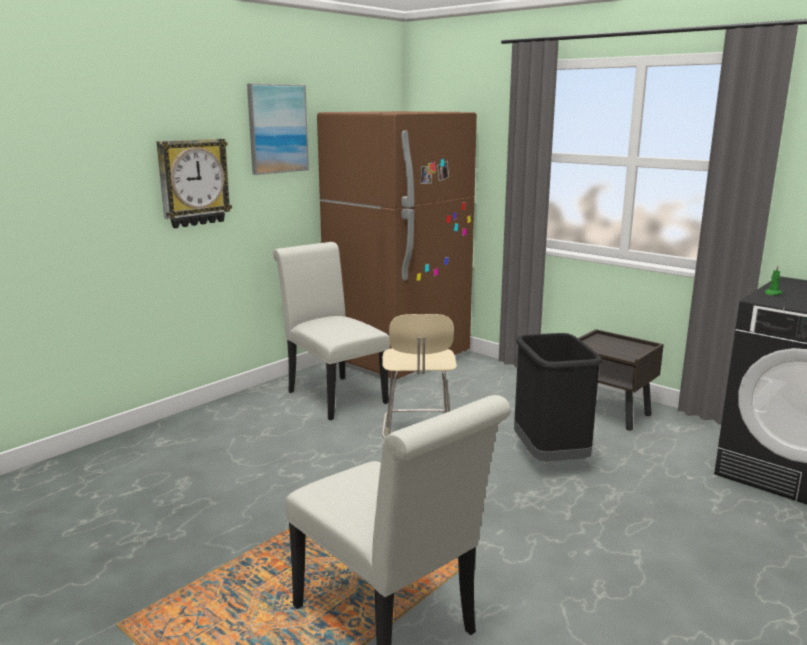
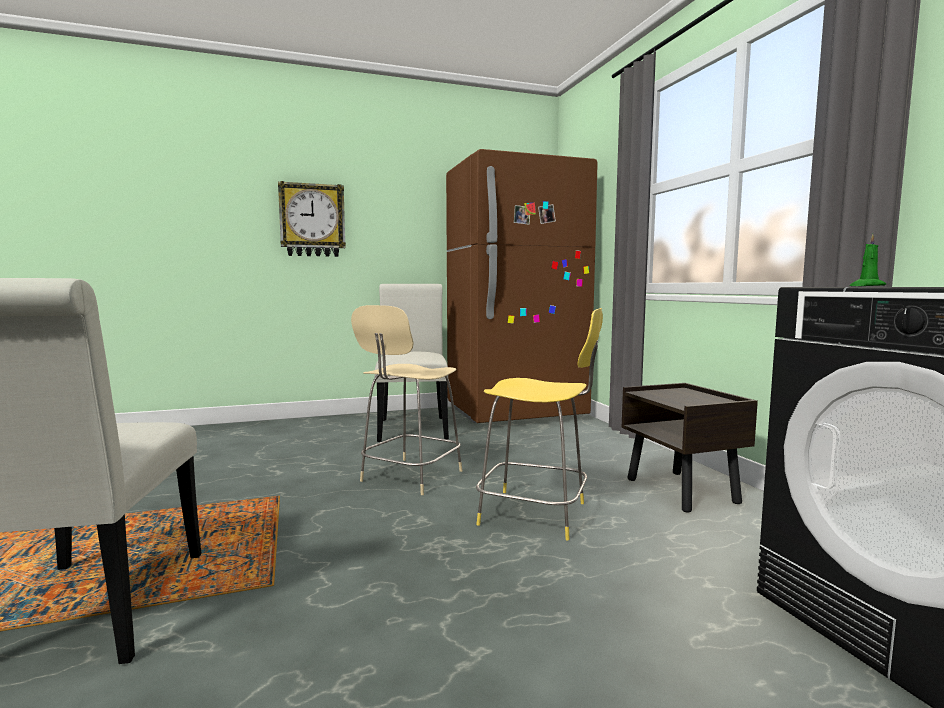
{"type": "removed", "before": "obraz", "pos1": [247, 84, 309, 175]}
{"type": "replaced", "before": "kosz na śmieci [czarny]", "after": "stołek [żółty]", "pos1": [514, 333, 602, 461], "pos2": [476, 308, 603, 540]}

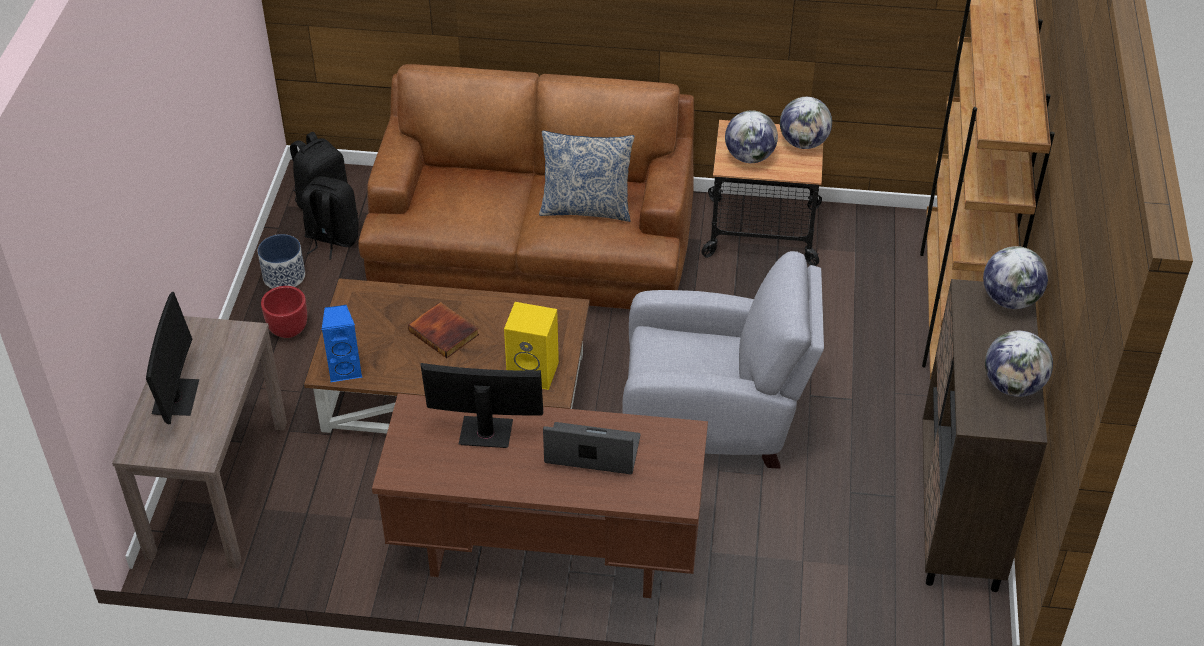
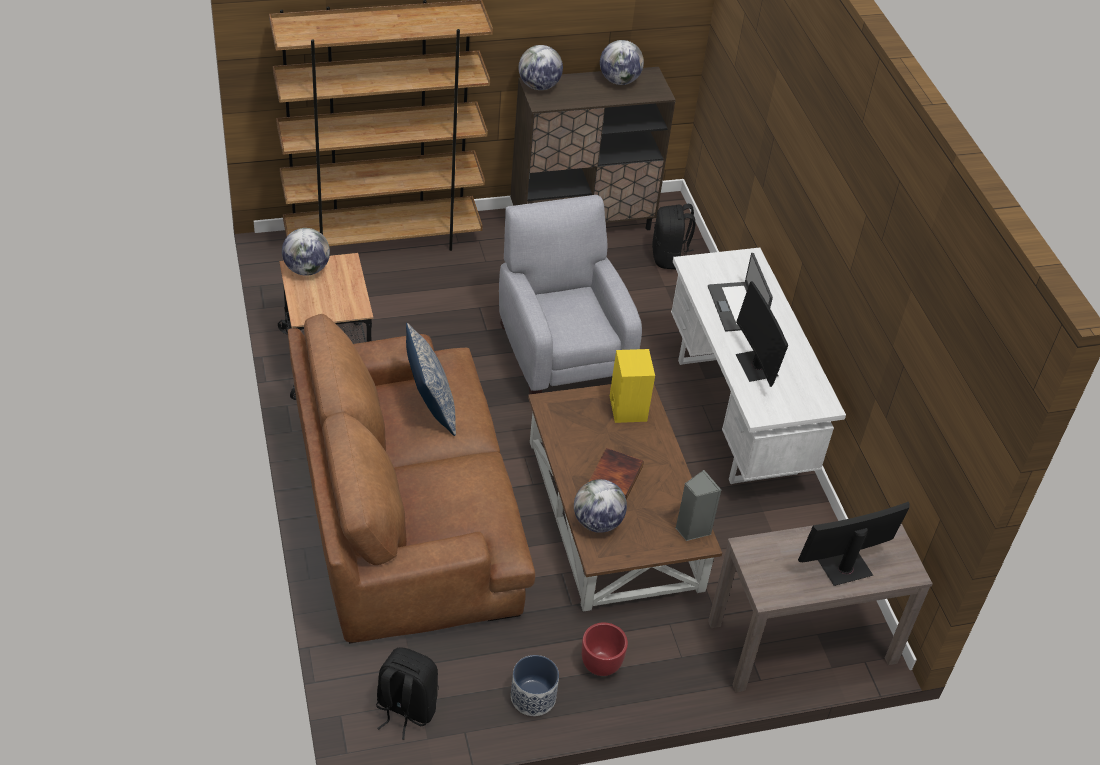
{"type": "moved", "before": "plecak [czarny]", "pos1": [302, 176, 359, 259], "pos2": [652, 204, 695, 269]}
{"type": "moved", "before": "globus", "pos1": [725, 110, 778, 163], "pos2": [574, 479, 627, 533]}
{"type": "recoloured", "before": "głośnik [niebieski]", "after": "głośnik [szary]", "pos1": [322, 305, 362, 382], "pos2": [676, 470, 721, 541]}
{"type": "recoloured", "before": "biurko [brązowy]", "after": "biurko [biały]", "pos1": [372, 393, 708, 598], "pos2": [671, 248, 846, 484]}

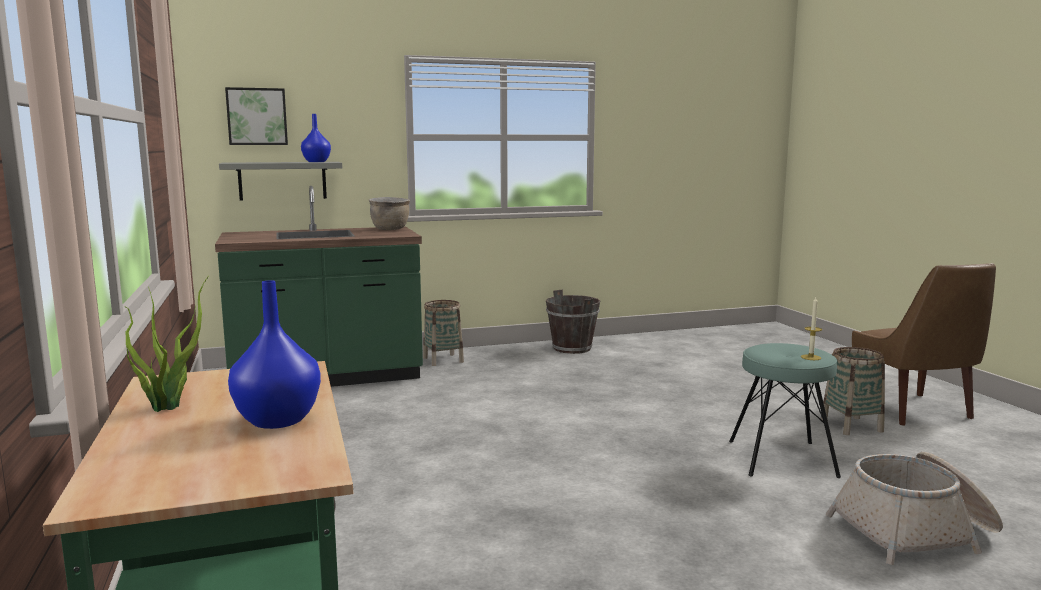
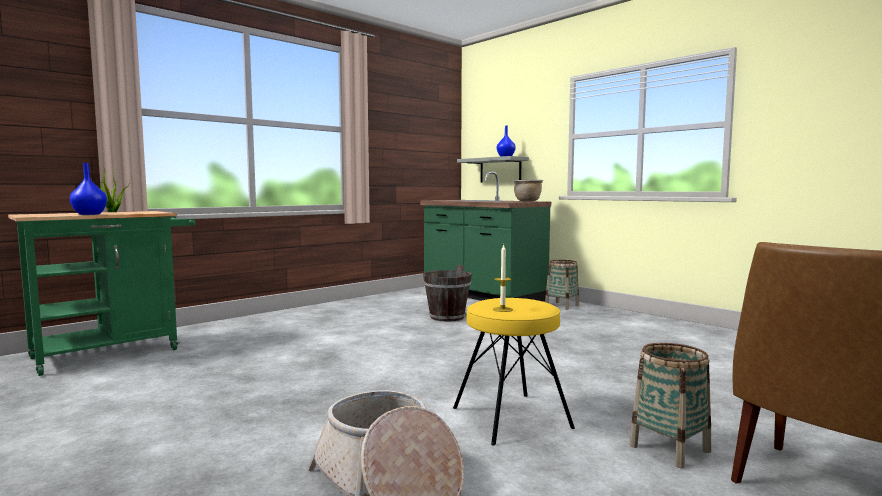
{"type": "removed", "before": "obraz", "pos1": [225, 87, 288, 145]}
{"type": "moved", "before": "wiadro [brązowy]", "pos1": [546, 290, 600, 354], "pos2": [423, 265, 472, 322]}
{"type": "recoloured", "before": "stołek [turkusowy]", "after": "stołek [żółty]", "pos1": [729, 343, 841, 478], "pos2": [453, 298, 575, 445]}

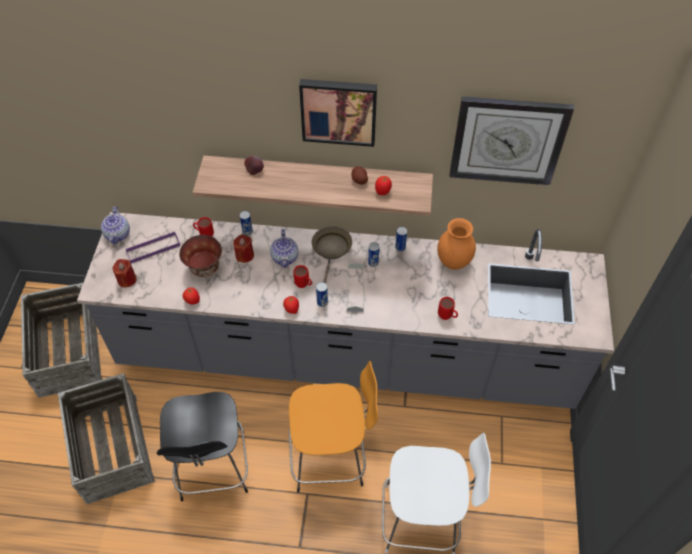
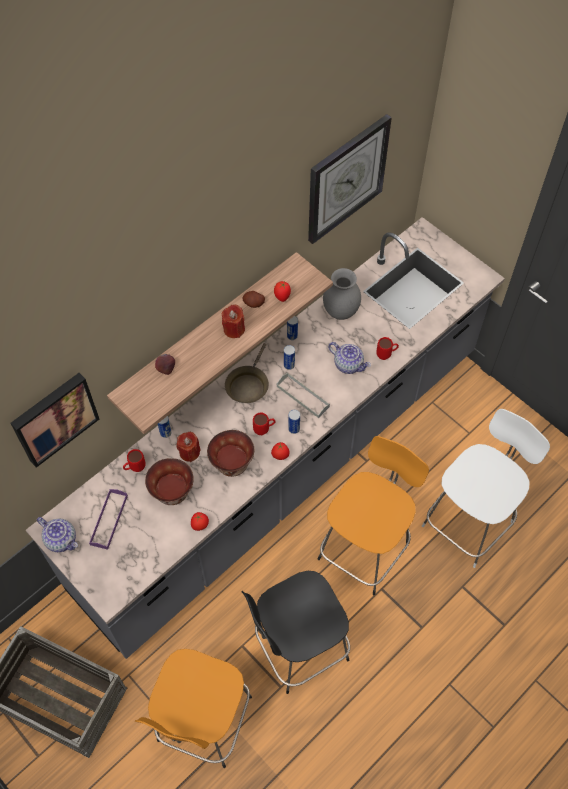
{"type": "added", "after": "miska", "pos2": [207, 430, 254, 477]}
{"type": "moved", "before": "świeca [czerwony]", "pos1": [112, 259, 137, 288], "pos2": [222, 304, 245, 338]}
{"type": "moved", "before": "imbryk", "pos1": [270, 229, 298, 268], "pos2": [328, 342, 371, 374]}
{"type": "moved", "before": "obraz", "pos1": [299, 79, 377, 147], "pos2": [10, 373, 99, 468]}
{"type": "replaced", "before": "skrzynka", "after": "stołek [pomarańczowy]", "pos1": [58, 373, 155, 504], "pos2": [135, 649, 252, 768]}
{"type": "recoloured", "before": "wazon [pomarańczowy]", "after": "wazon [szary]", "pos1": [437, 218, 476, 270], "pos2": [323, 268, 361, 320]}
{"type": "turned", "before": "krzesło [czarny]", "pos1": [157, 392, 248, 501], "pos2": [241, 571, 350, 694], "turn": 120}
{"type": "turned", "before": "patelnia [brązowy]", "pos1": [312, 226, 352, 283], "pos2": [225, 343, 269, 403], "turn": -120}

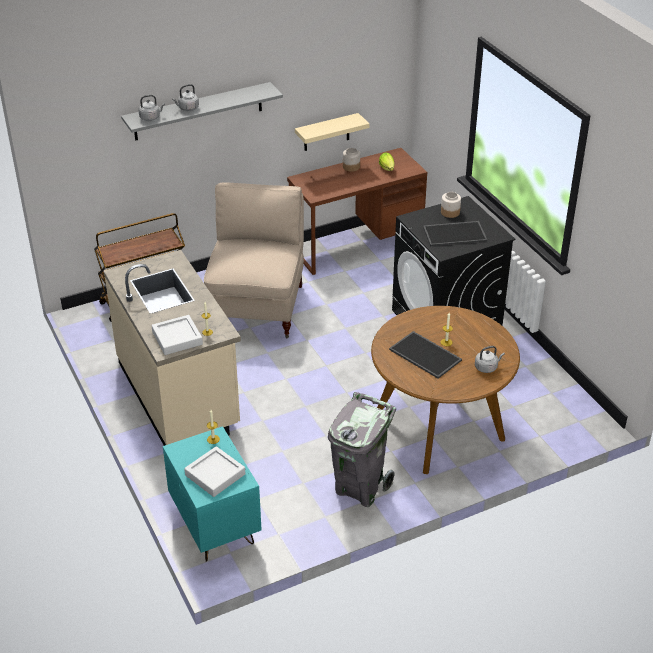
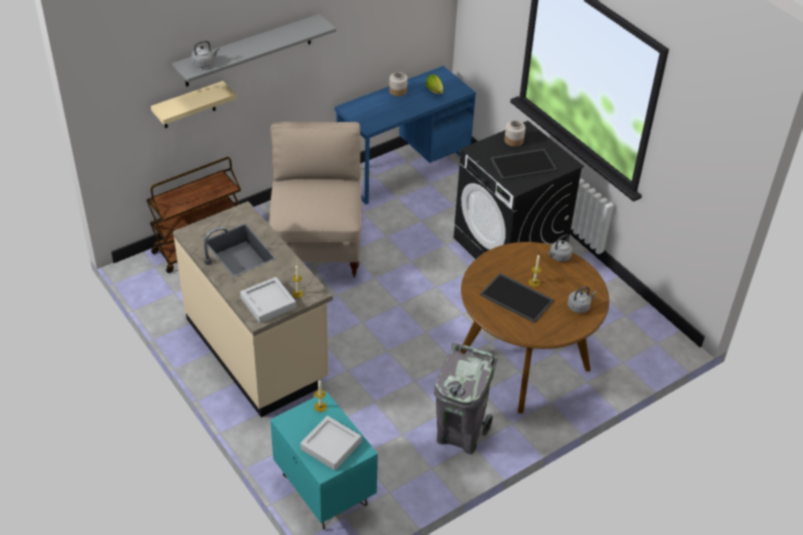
{"type": "moved", "before": "czajnik [szary]", "pos1": [172, 84, 199, 111], "pos2": [548, 234, 573, 262]}
{"type": "moved", "before": "półka [beżowy]", "pos1": [295, 113, 370, 151], "pos2": [151, 81, 237, 128]}
{"type": "recoloured", "before": "biurko [brązowy]", "after": "biurko [niebieski]", "pos1": [287, 148, 427, 275], "pos2": [335, 66, 476, 204]}

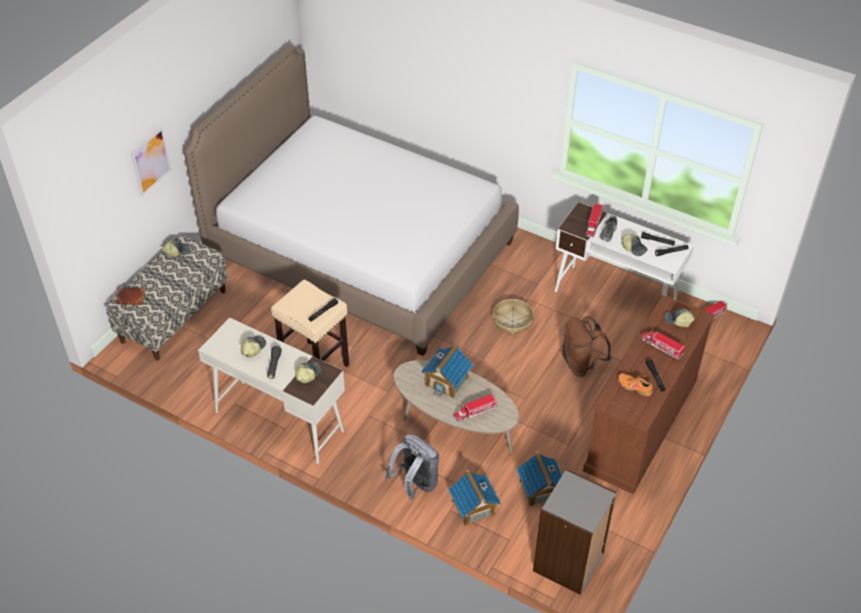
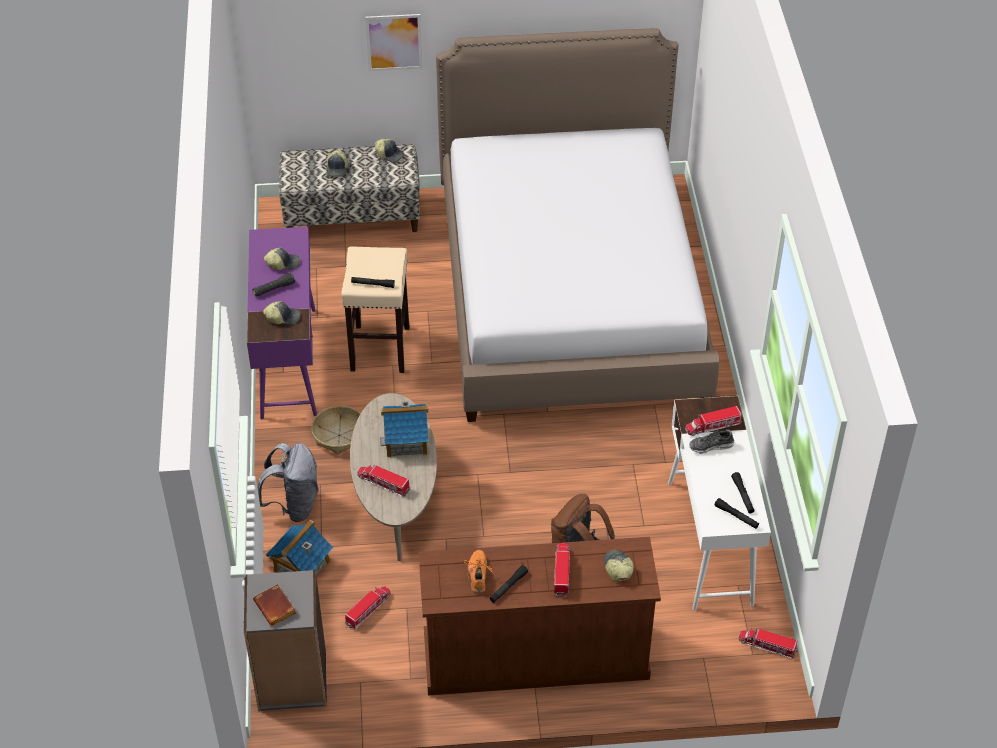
{"type": "moved", "before": "książka [brązowy]", "pos1": [116, 287, 145, 305], "pos2": [253, 584, 296, 626]}
{"type": "moved", "before": "koszyk", "pos1": [493, 299, 534, 335], "pos2": [311, 406, 360, 454]}
{"type": "moved", "before": "czapka z daszkiem", "pos1": [622, 234, 648, 256], "pos2": [327, 150, 348, 177]}
{"type": "replaced", "before": "domek", "after": "ciężarówka zabawkowa", "pos1": [516, 451, 562, 506], "pos2": [345, 586, 391, 630]}
{"type": "recoloured", "before": "biurko [biały]", "after": "biurko [fioletowy]", "pos1": [198, 318, 345, 464], "pos2": [247, 227, 317, 419]}

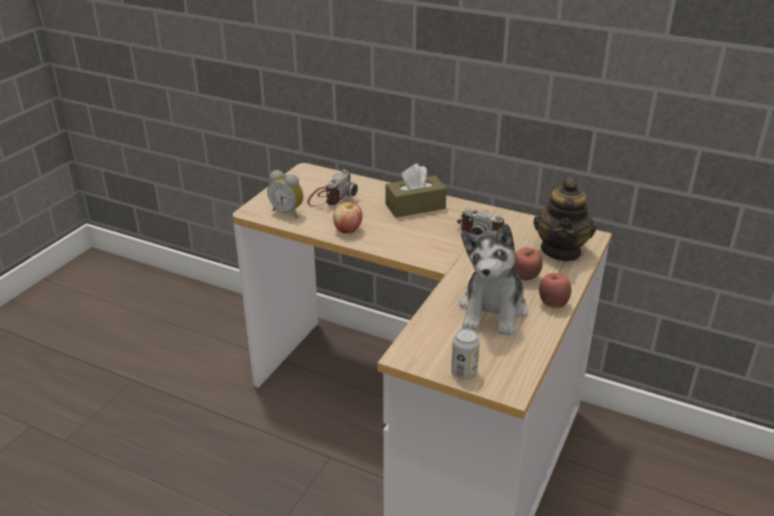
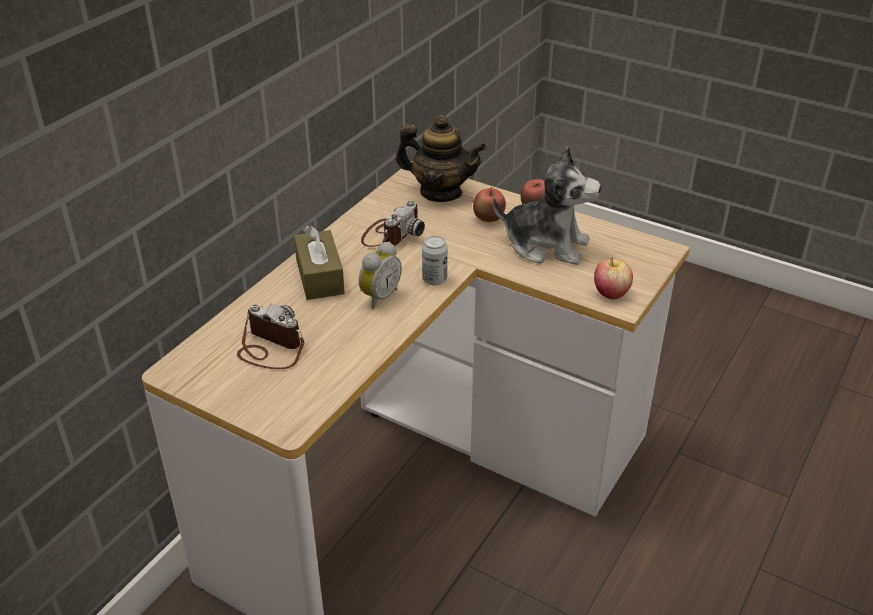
{"type": "moved", "before": "budzik", "pos1": [267, 170, 303, 218], "pos2": [358, 241, 402, 309]}
{"type": "moved", "before": "jabłko", "pos1": [333, 202, 363, 234], "pos2": [594, 257, 633, 299]}
{"type": "moved", "before": "puszka", "pos1": [451, 329, 480, 379], "pos2": [422, 236, 448, 285]}

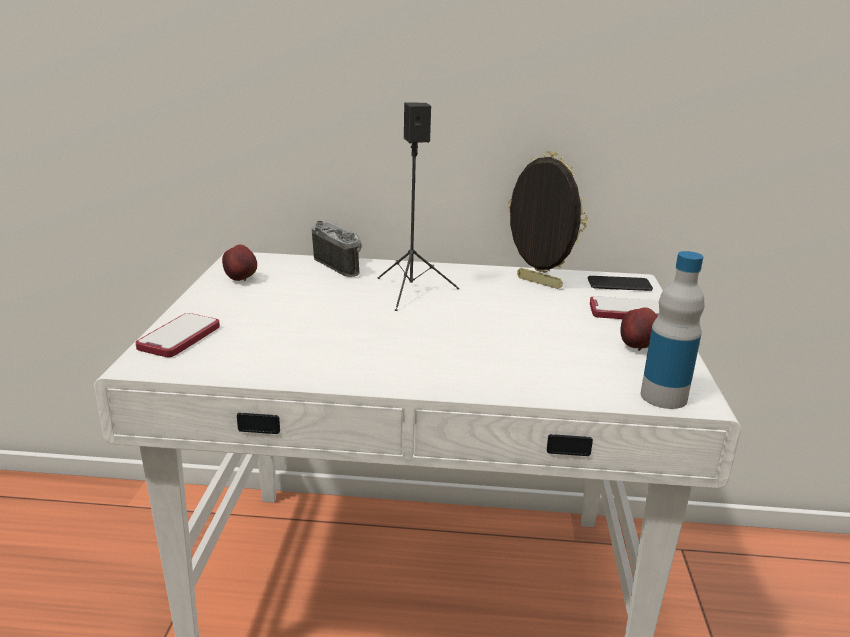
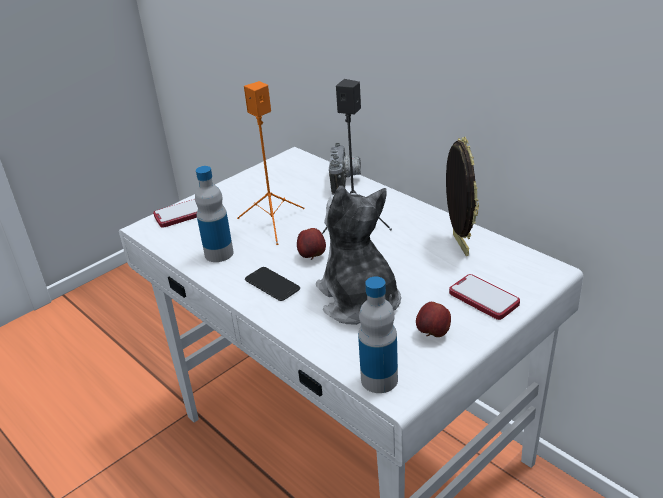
{"type": "added", "after": "butelka", "pos2": [195, 166, 234, 262]}
{"type": "added", "after": "głośnik [pomarańczowy]", "pos2": [237, 81, 305, 245]}
{"type": "added", "after": "pluszak", "pos2": [316, 186, 401, 325]}
{"type": "moved", "before": "jabłko", "pos1": [222, 244, 257, 281], "pos2": [297, 228, 326, 260]}
{"type": "moved", "before": "telefon", "pos1": [588, 276, 653, 291], "pos2": [245, 267, 300, 301]}

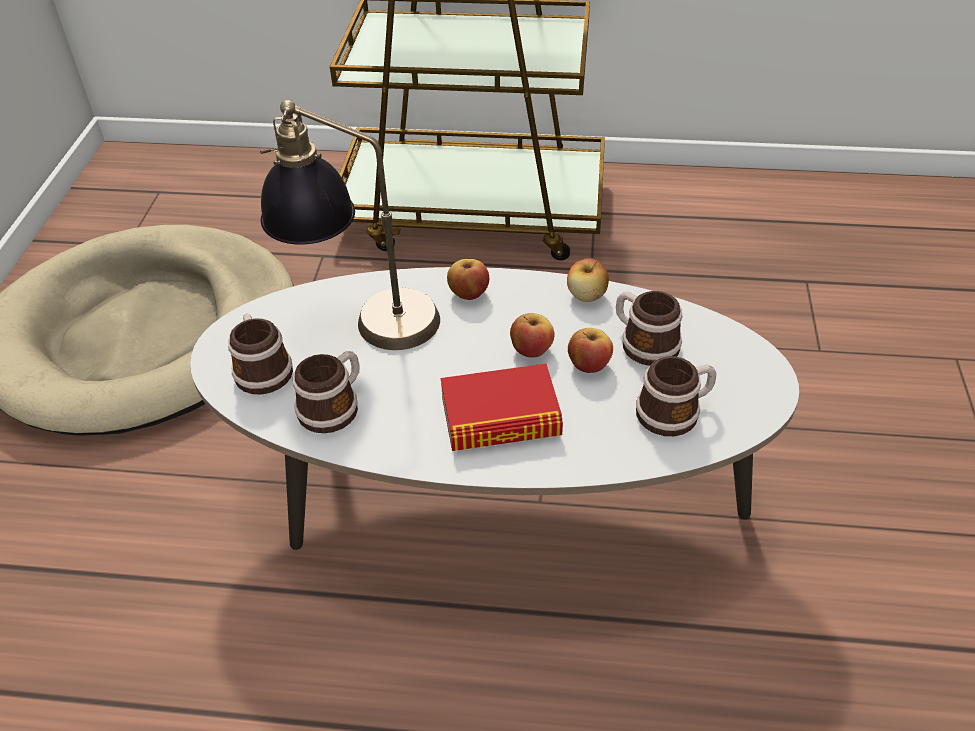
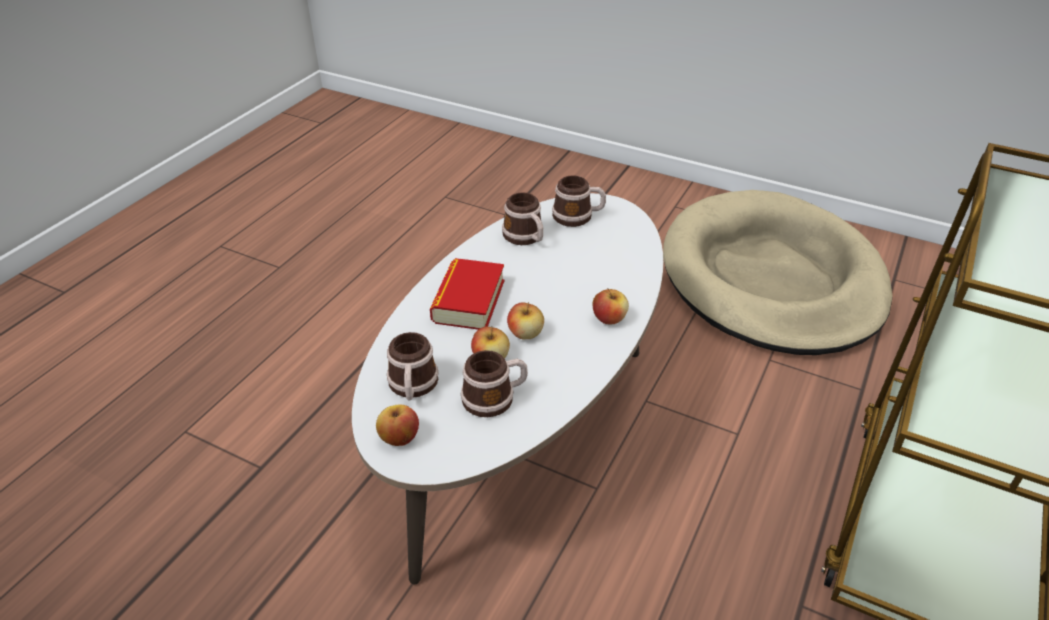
{"type": "removed", "before": "lampa stołowa", "pos1": [260, 100, 440, 350]}
{"type": "moved", "before": "jabłko", "pos1": [567, 258, 609, 302], "pos2": [376, 405, 419, 446]}

